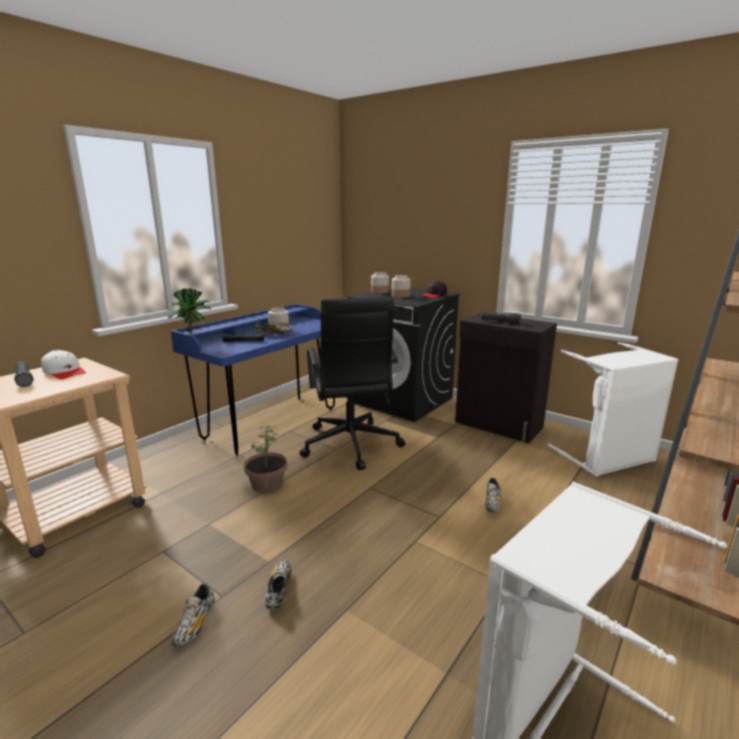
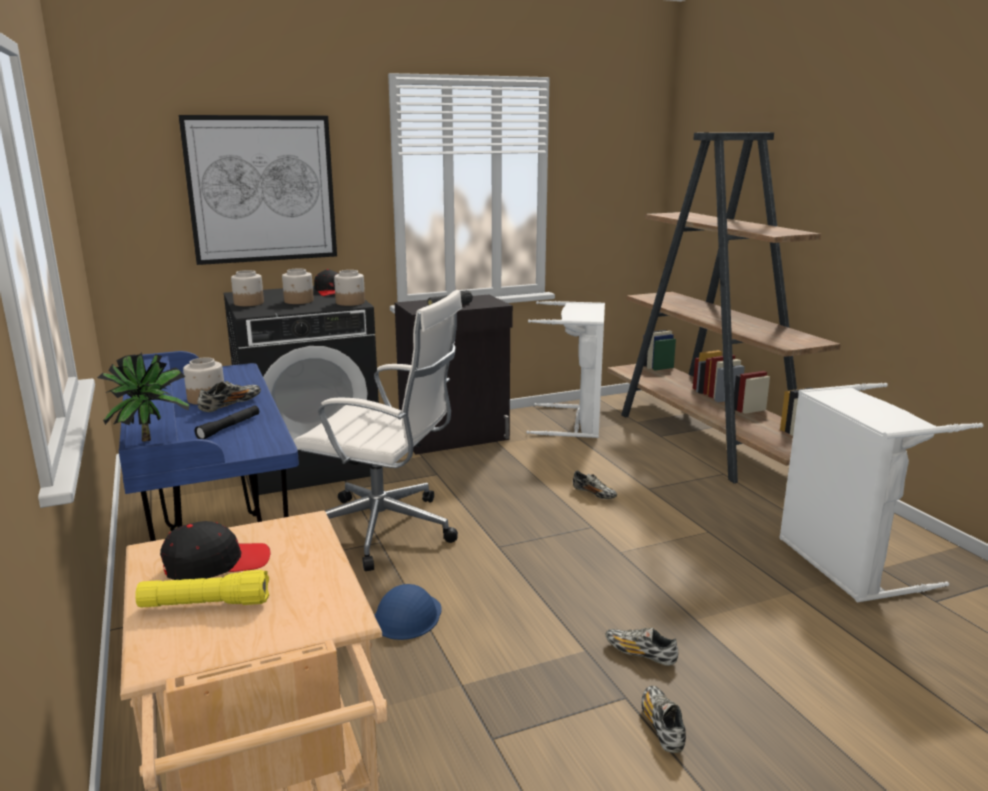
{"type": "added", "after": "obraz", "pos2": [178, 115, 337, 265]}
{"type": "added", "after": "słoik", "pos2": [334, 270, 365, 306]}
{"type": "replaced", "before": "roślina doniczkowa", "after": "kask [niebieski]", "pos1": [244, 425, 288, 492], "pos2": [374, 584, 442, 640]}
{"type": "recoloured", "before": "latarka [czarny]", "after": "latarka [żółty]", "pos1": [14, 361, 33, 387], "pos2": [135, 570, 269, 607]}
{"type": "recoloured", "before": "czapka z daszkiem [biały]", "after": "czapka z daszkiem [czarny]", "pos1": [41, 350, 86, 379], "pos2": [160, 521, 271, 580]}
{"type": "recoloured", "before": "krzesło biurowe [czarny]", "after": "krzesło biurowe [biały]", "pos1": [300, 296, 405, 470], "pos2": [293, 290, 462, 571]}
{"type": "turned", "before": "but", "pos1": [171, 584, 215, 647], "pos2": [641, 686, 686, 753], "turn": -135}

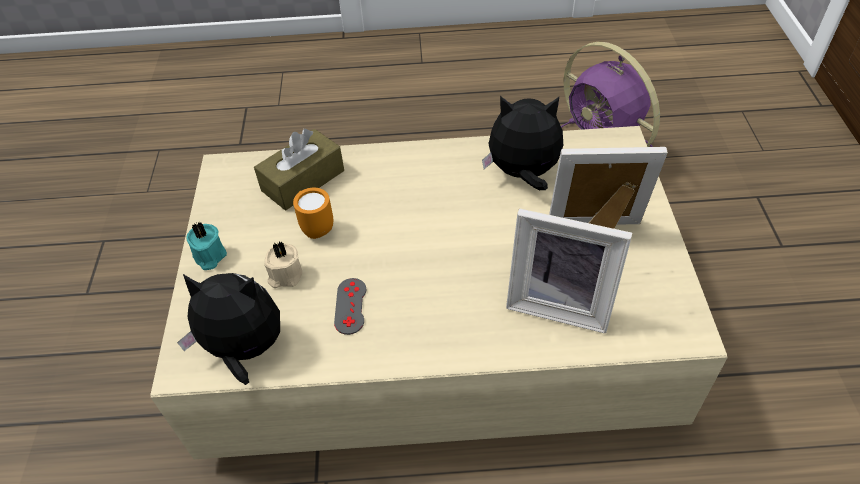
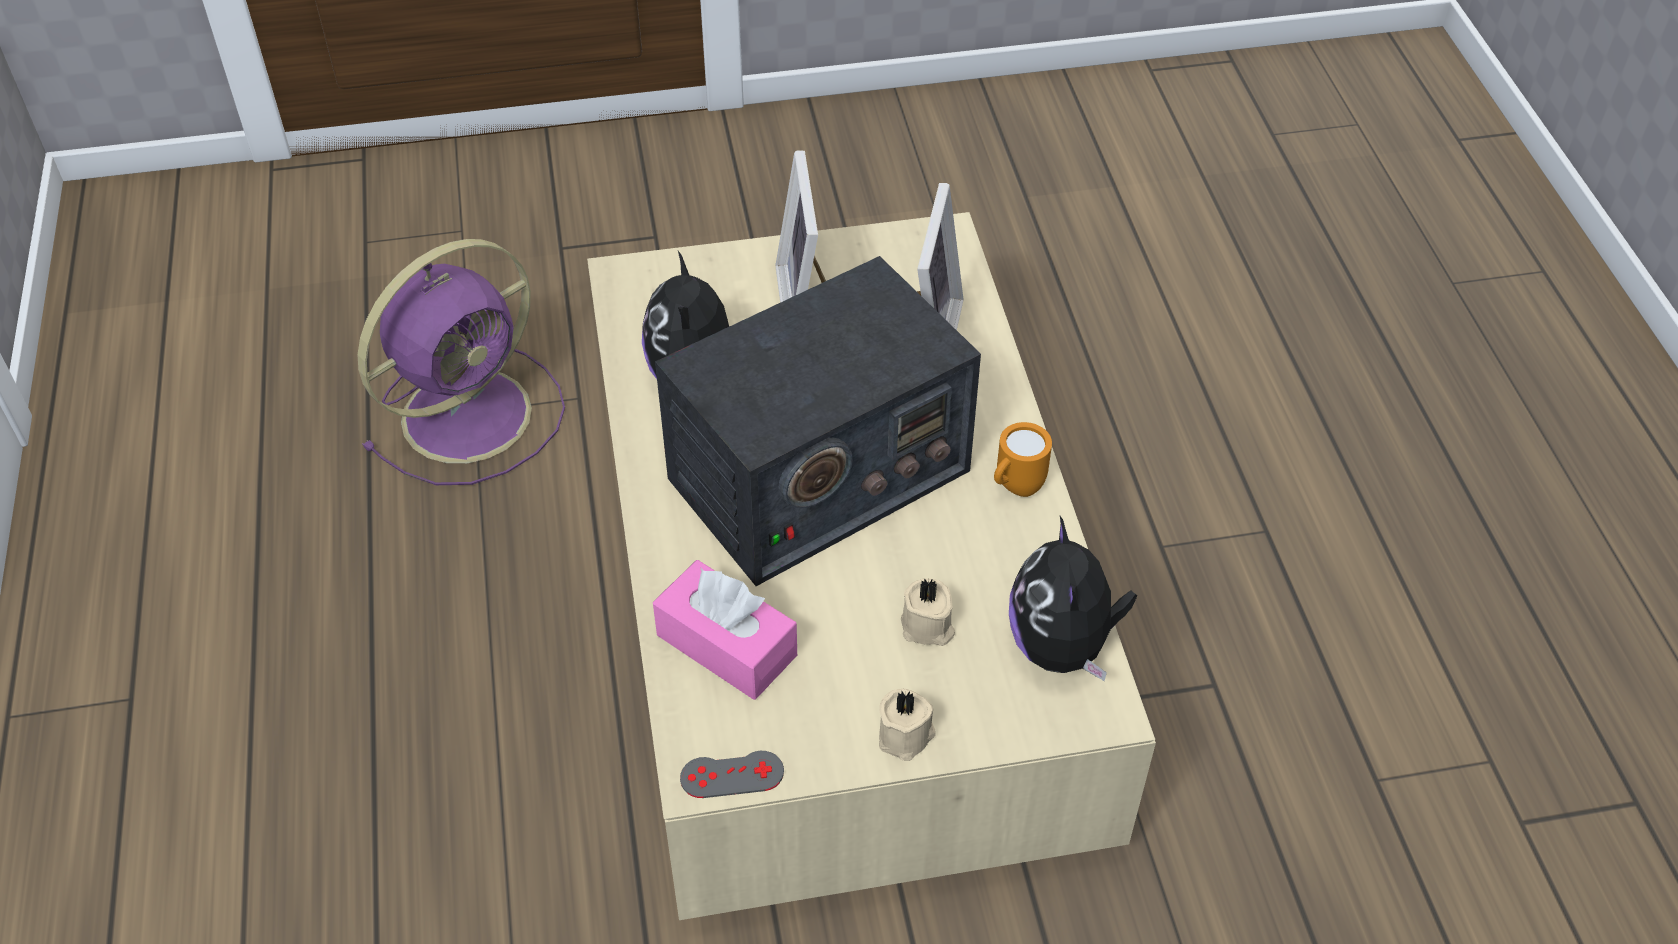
{"type": "added", "after": "radio", "pos2": [655, 256, 981, 586]}
{"type": "moved", "before": "kubek [pomarańczowy]", "pos1": [293, 188, 333, 239], "pos2": [994, 422, 1052, 497]}
{"type": "moved", "before": "pad do gier [szary]", "pos1": [334, 278, 366, 335], "pos2": [680, 751, 784, 798]}
{"type": "recoloured", "before": "świeca [turkusowy]", "after": "świeca [beżowy]", "pos1": [186, 222, 227, 270], "pos2": [879, 689, 936, 761]}
{"type": "recoloured", "before": "pudełko chusteczek [brązowy]", "after": "pudełko chusteczek [różowy]", "pos1": [254, 129, 344, 210], "pos2": [653, 560, 797, 700]}

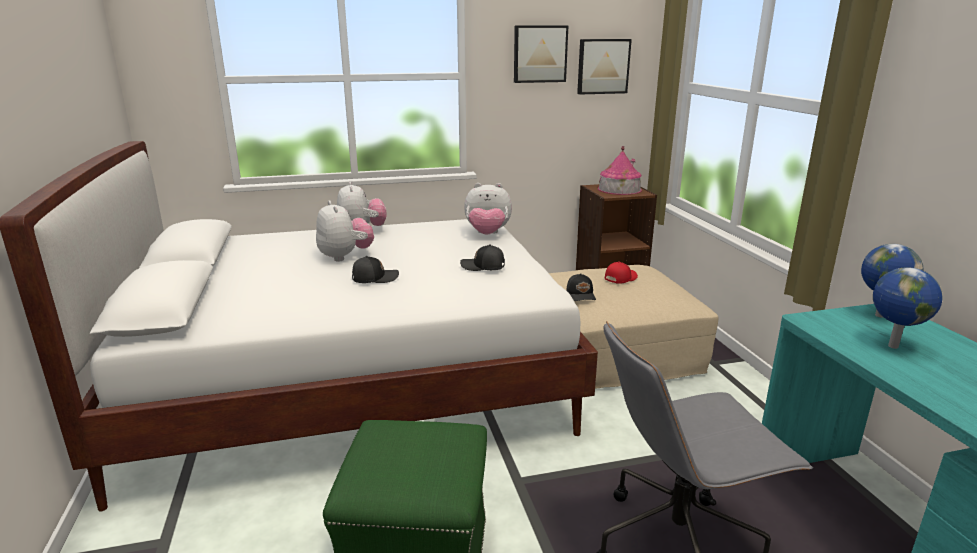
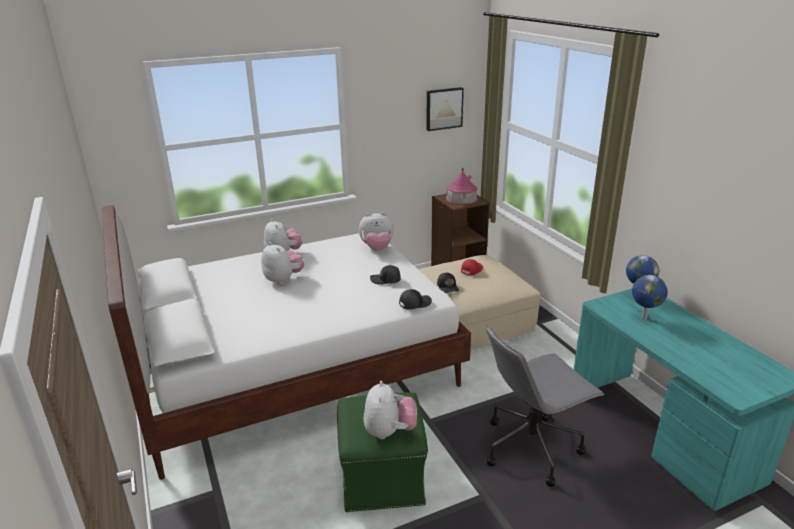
{"type": "removed", "before": "obraz", "pos1": [514, 25, 568, 83]}
{"type": "added", "after": "pluszak", "pos2": [364, 381, 417, 439]}
{"type": "moved", "before": "czapka z daszkiem [czarny]", "pos1": [352, 256, 399, 283], "pos2": [399, 289, 432, 310]}

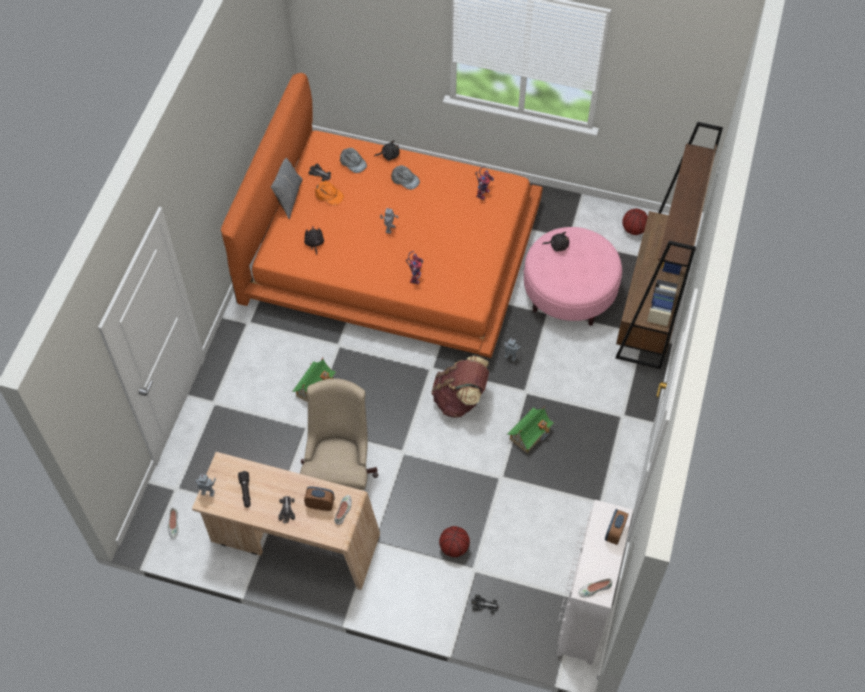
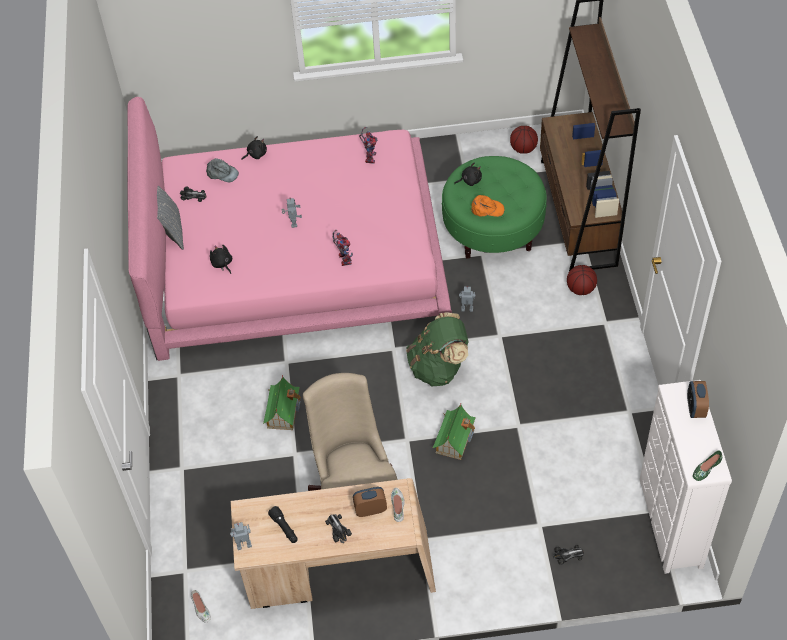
{"type": "removed", "before": "czapka z daszkiem [szary]", "pos1": [391, 165, 420, 190]}
{"type": "moved", "before": "czapka z daszkiem [pomarańczowy]", "pos1": [315, 181, 344, 205], "pos2": [471, 195, 505, 217]}
{"type": "moved", "before": "piłka do koszykówki", "pos1": [439, 526, 470, 557], "pos2": [567, 265, 597, 295]}
{"type": "moved", "before": "domek", "pos1": [507, 406, 554, 453], "pos2": [433, 404, 476, 460]}
{"type": "recoloured", "before": "łóżko [pomarańczowy]", "after": "łóżko [różowy]", "pos1": [221, 73, 543, 358], "pos2": [127, 97, 452, 361]}
{"type": "recoloured", "before": "plecak [brązowy]", "after": "plecak [zielony]", "pos1": [432, 356, 489, 417], "pos2": [406, 312, 469, 387]}
{"type": "recoloured", "before": "pufa [różowy]", "after": "pufa [zielony]", "pos1": [524, 227, 622, 326], "pos2": [442, 156, 547, 259]}
{"type": "recoloured", "before": "but [biały]", "after": "but [zielony]", "pos1": [578, 578, 612, 597], "pos2": [693, 450, 722, 481]}

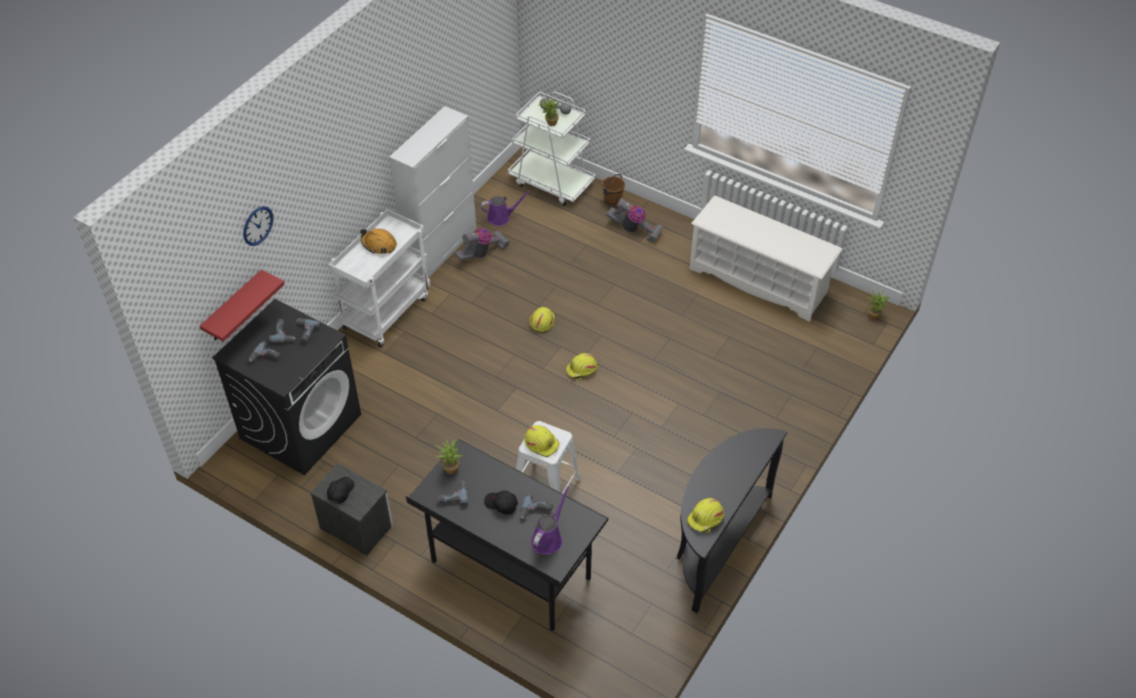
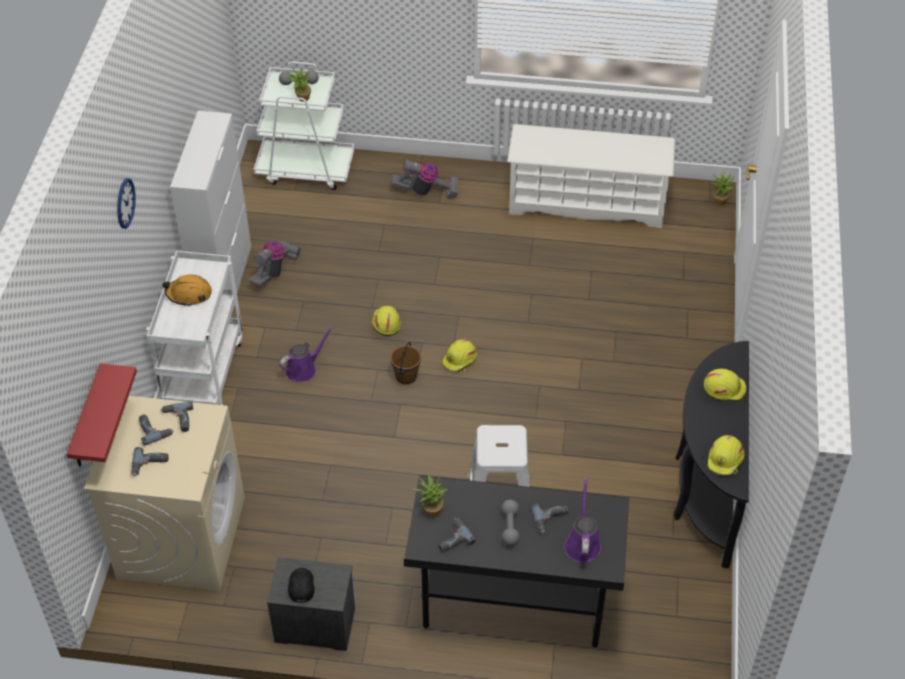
{"type": "moved", "before": "zegar ścienny", "pos1": [243, 206, 274, 246], "pos2": [117, 178, 136, 229]}
{"type": "moved", "before": "konewka [fioletowy]", "pos1": [481, 191, 530, 226], "pos2": [279, 326, 334, 382]}
{"type": "moved", "before": "kask [żółty]", "pos1": [525, 425, 560, 457], "pos2": [704, 368, 747, 401]}
{"type": "moved", "before": "wiadro [brązowy]", "pos1": [602, 174, 625, 206], "pos2": [390, 342, 421, 385]}
{"type": "replaced", "before": "czapka z daszkiem [czarny]", "after": "hantel [szary]", "pos1": [484, 490, 518, 515], "pos2": [501, 500, 520, 546]}
{"type": "recoloured", "before": "pralka [czarny]", "after": "pralka [beżowy]", "pos1": [212, 299, 361, 475], "pos2": [84, 396, 245, 591]}

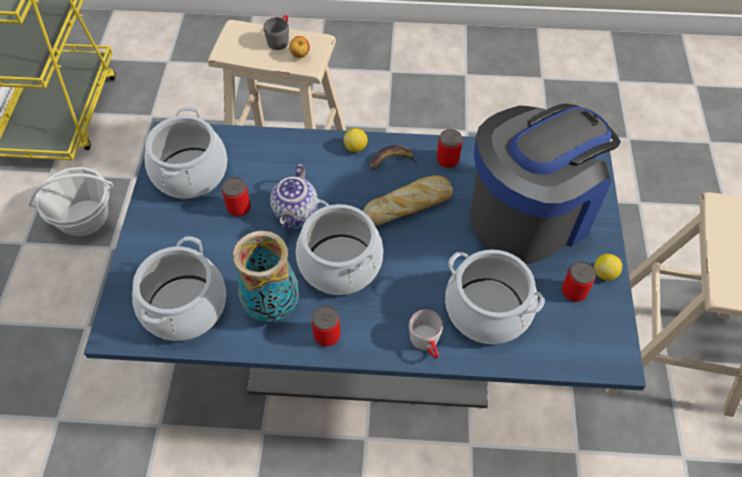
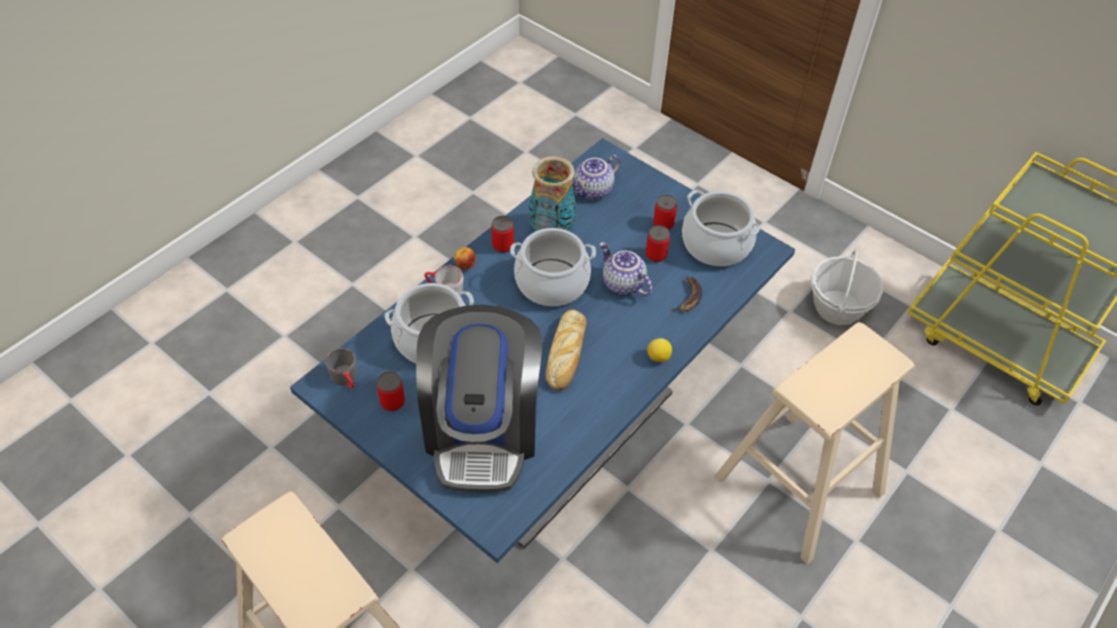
{"type": "removed", "before": "cytryna", "pos1": [594, 254, 622, 281]}
{"type": "moved", "before": "kubek [szary]", "pos1": [263, 15, 289, 50], "pos2": [325, 348, 357, 389]}
{"type": "moved", "before": "jabłko", "pos1": [289, 36, 310, 58], "pos2": [454, 247, 476, 270]}
{"type": "moved", "before": "banan", "pos1": [370, 145, 418, 170], "pos2": [670, 276, 702, 311]}
{"type": "moved", "before": "puszka", "pos1": [437, 129, 462, 168], "pos2": [653, 195, 677, 230]}
{"type": "replaced", "before": "garnek", "after": "imbryk", "pos1": [132, 236, 226, 341], "pos2": [572, 155, 620, 200]}

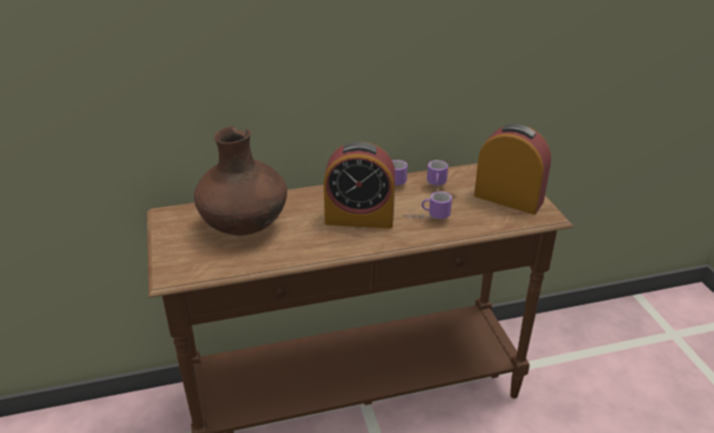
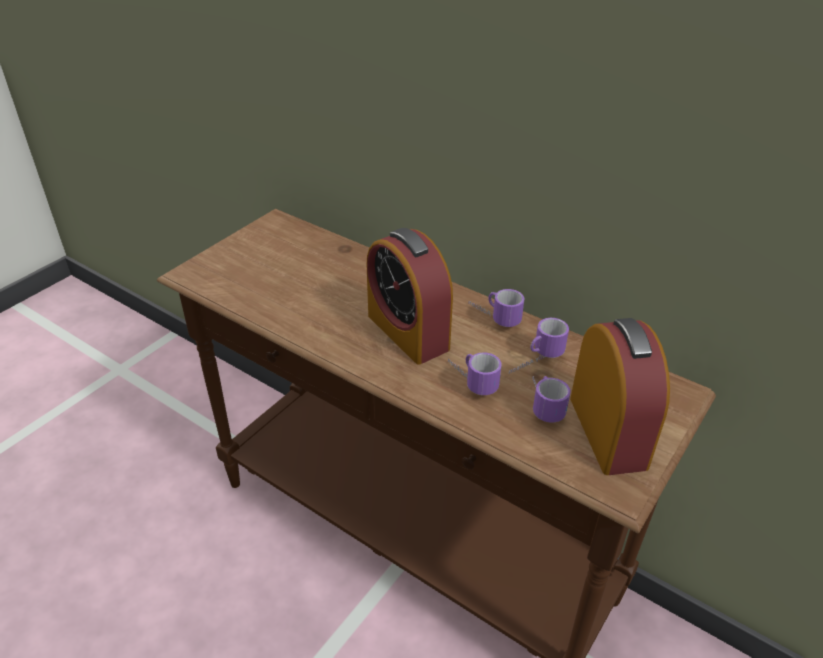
{"type": "removed", "before": "wazon [brązowy]", "pos1": [194, 126, 287, 236]}
{"type": "added", "after": "kubek", "pos2": [532, 376, 571, 423]}

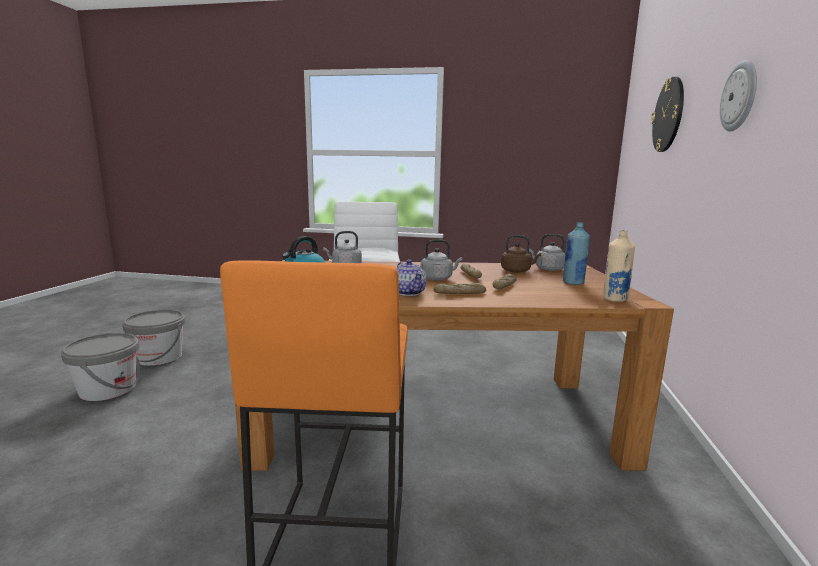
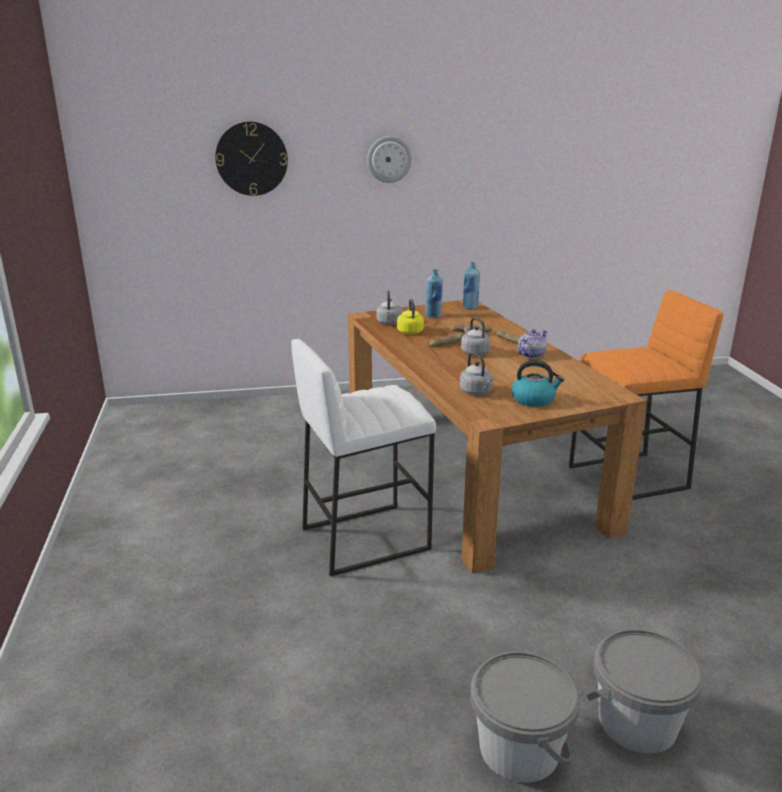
{"type": "recoloured", "before": "czajnik [brązowy]", "after": "czajnik [żółty]", "pos1": [501, 235, 541, 273], "pos2": [397, 299, 424, 334]}
{"type": "recoloured", "before": "butelka [beżowy]", "after": "butelka [niebieski]", "pos1": [603, 230, 635, 302], "pos2": [462, 262, 480, 310]}

